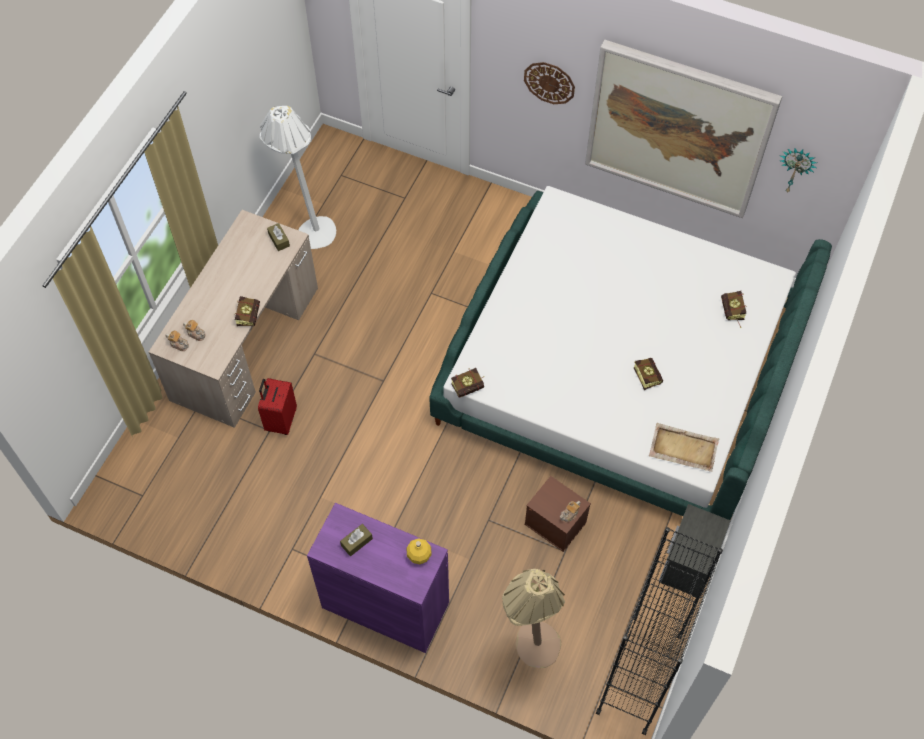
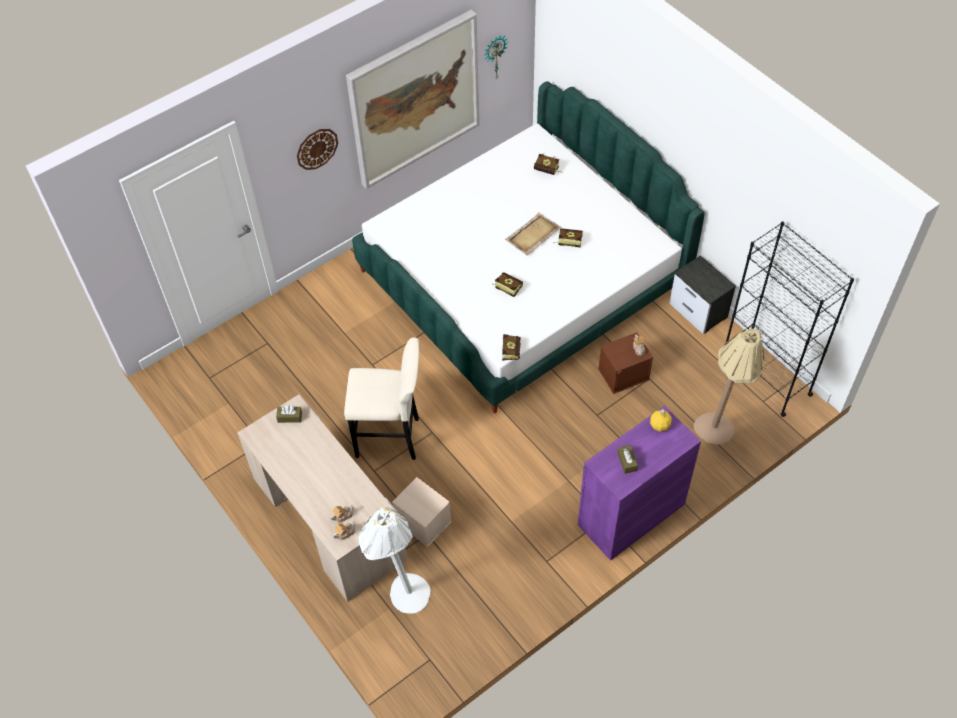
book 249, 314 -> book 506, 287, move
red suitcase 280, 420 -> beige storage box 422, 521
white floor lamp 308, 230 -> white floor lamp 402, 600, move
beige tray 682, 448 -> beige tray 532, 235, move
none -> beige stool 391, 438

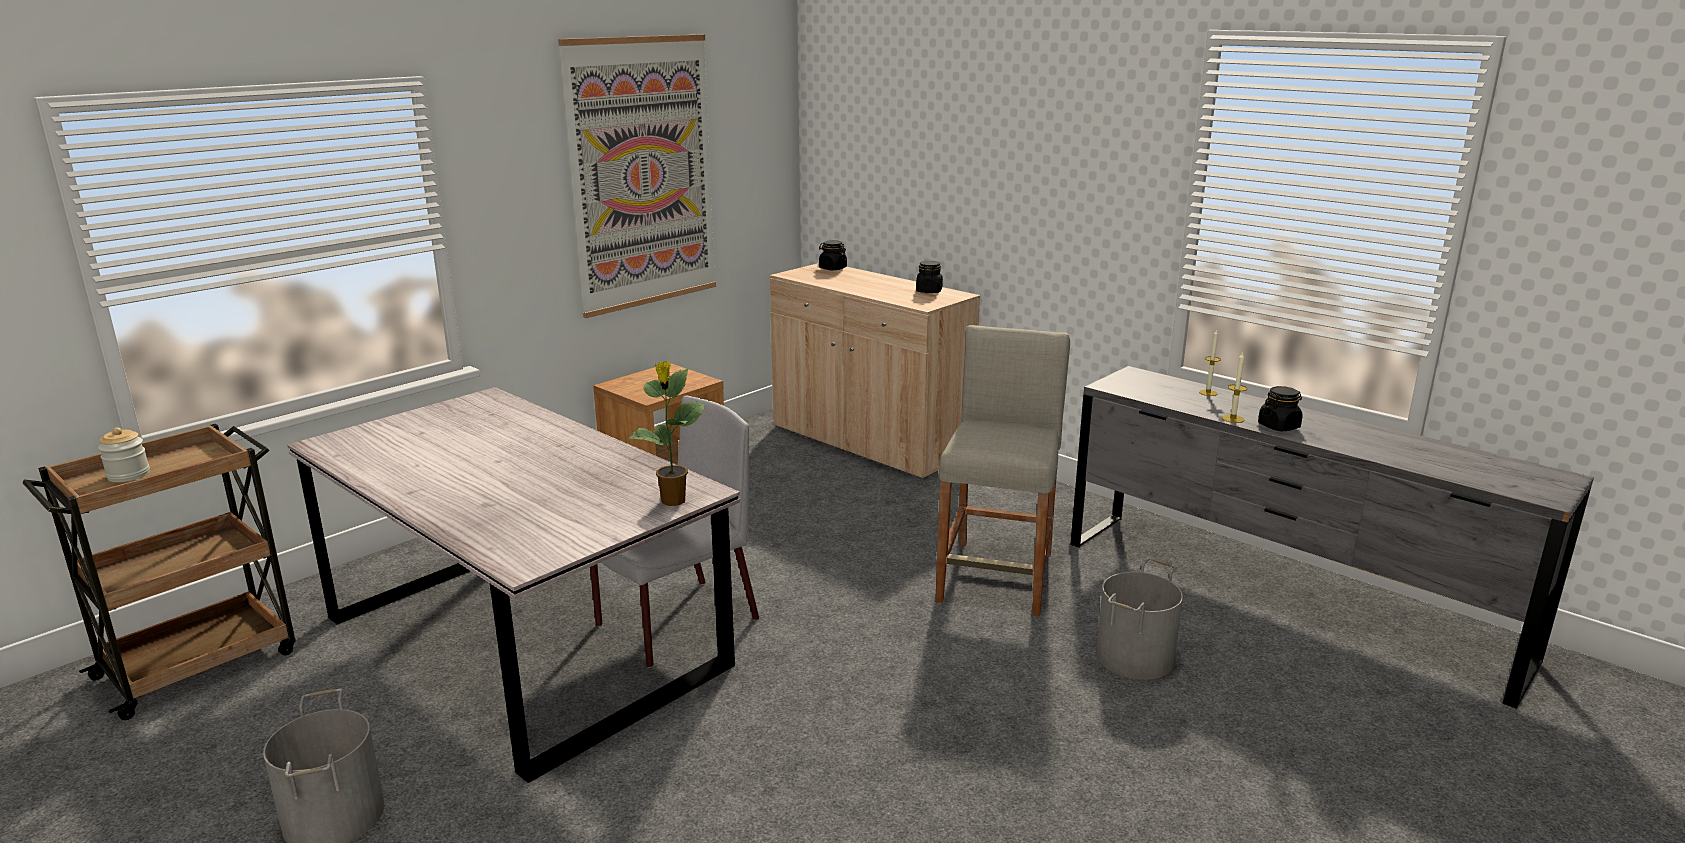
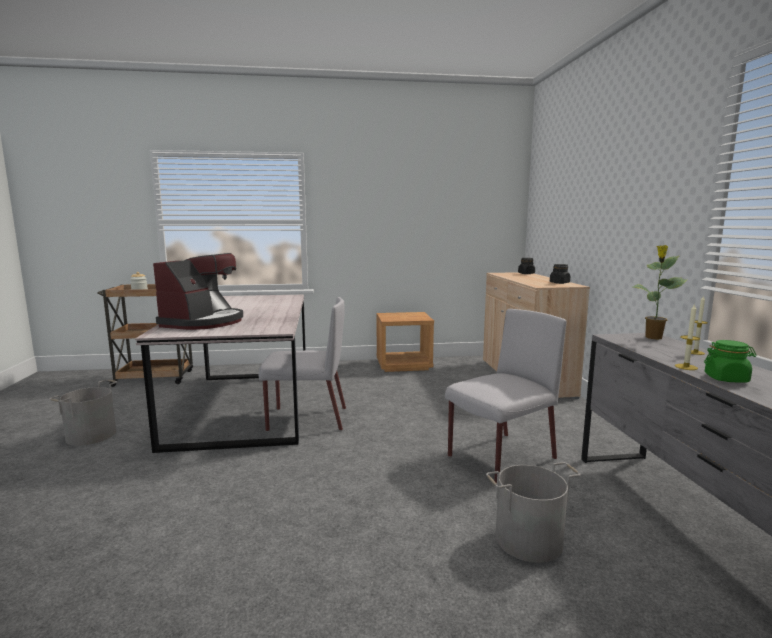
picture 643, 174 -> none
potted plant 673, 501 -> potted plant 653, 337, move
beige stool 997, 577 -> grey chair 500, 458
black jar 1279, 426 -> green jar 726, 379
none -> coffee machine 204, 322

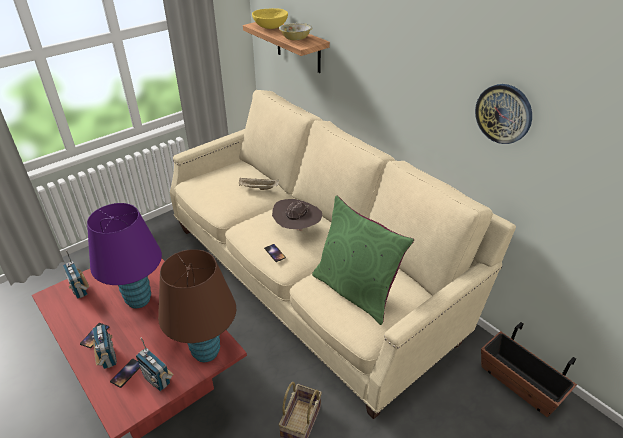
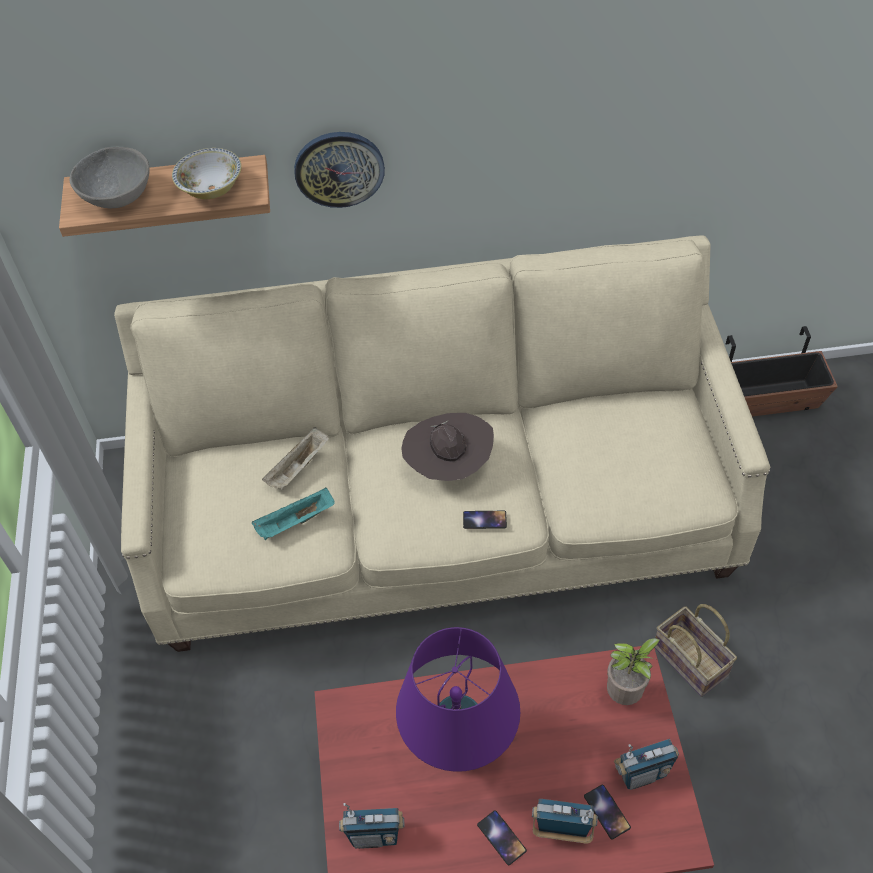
brown table lamp 206, 352 -> potted plant 626, 693
yellow bowl 270, 27 -> grey bowl 116, 195
green pillow 355, 291 -> none
wall clock 503, 113 -> wall clock 339, 168, move
none -> turquoise tray 295, 522

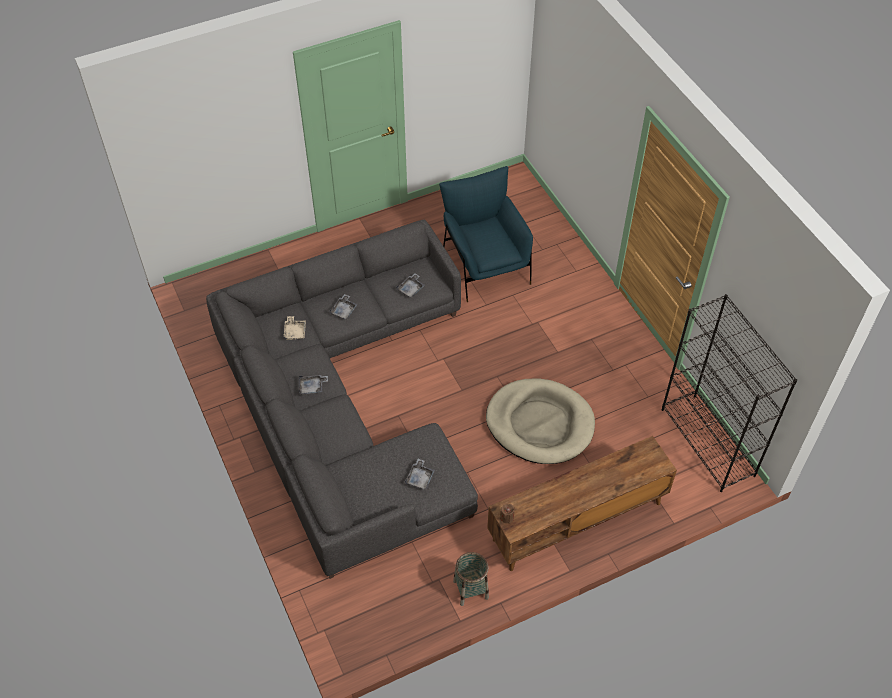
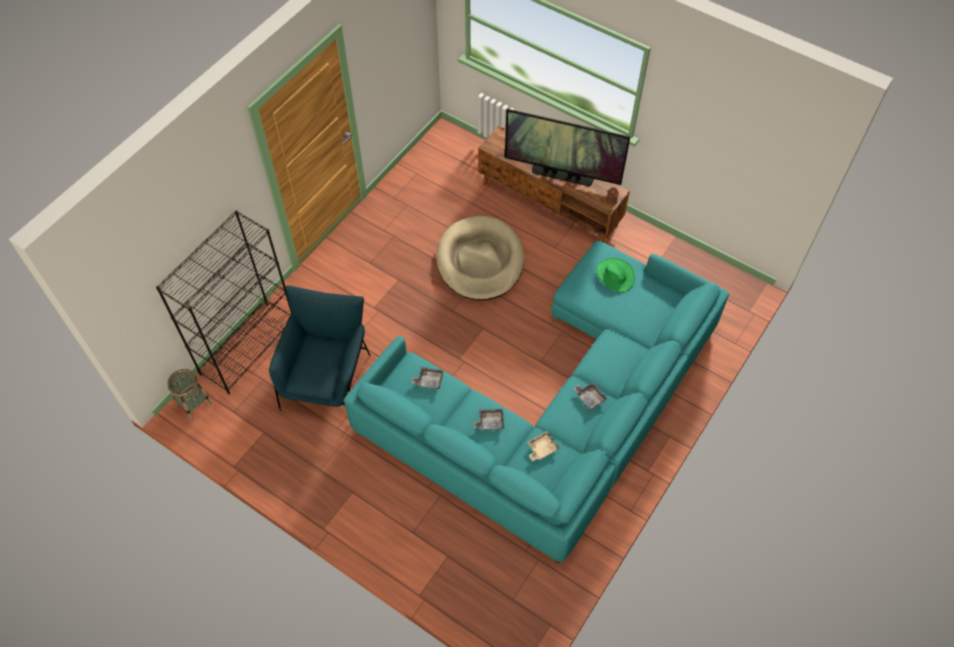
grey sofa 344, 402 -> turquoise sofa 556, 409
grey tray 420, 478 -> green hat 615, 275
blue armchair 485, 265 -> blue armchair 327, 379, 150 degrees clockwise
basket 471, 589 -> basket 193, 403, move
black bookcase 708, 442 -> black bookcase 248, 347, move
none -> television 562, 175

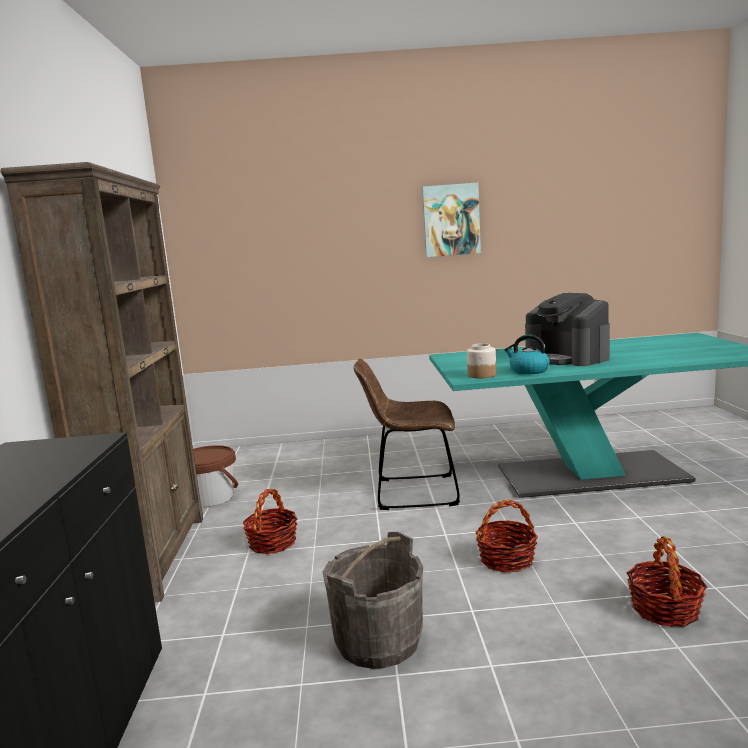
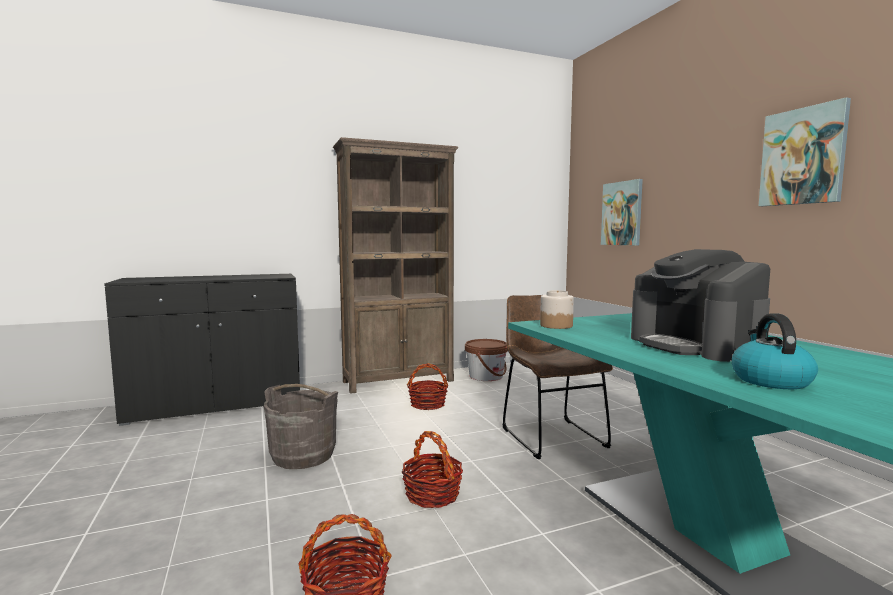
kettle 528, 371 -> kettle 770, 380, move
coffee machine 567, 358 -> coffee machine 695, 345, 60 degrees counterclockwise
none -> picture 622, 213

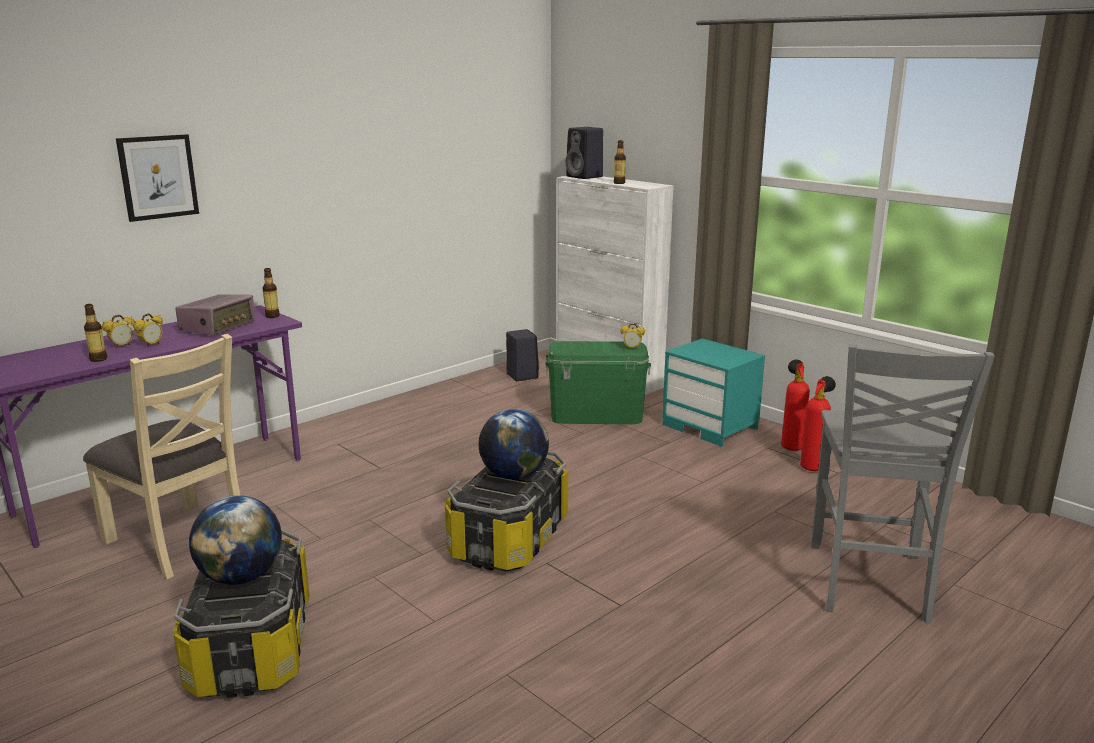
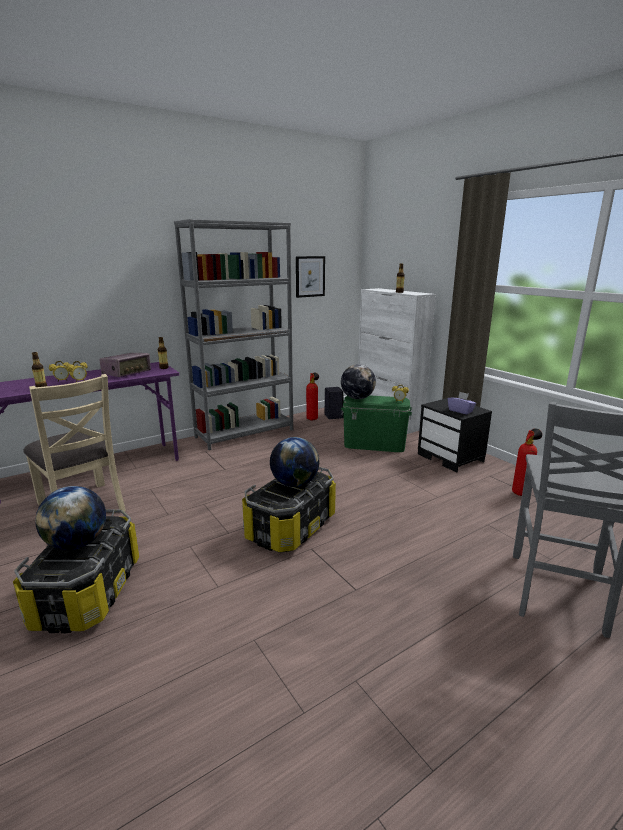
picture 158, 177 -> picture 310, 276, move
black speaker 585, 177 -> none
turquoise nightstand 711, 427 -> black nightstand 451, 458
fire extinguisher 791, 446 -> fire extinguisher 312, 418, move
none -> grey bookcase 245, 433
none -> globe 357, 398
none -> purple tissue box 460, 411

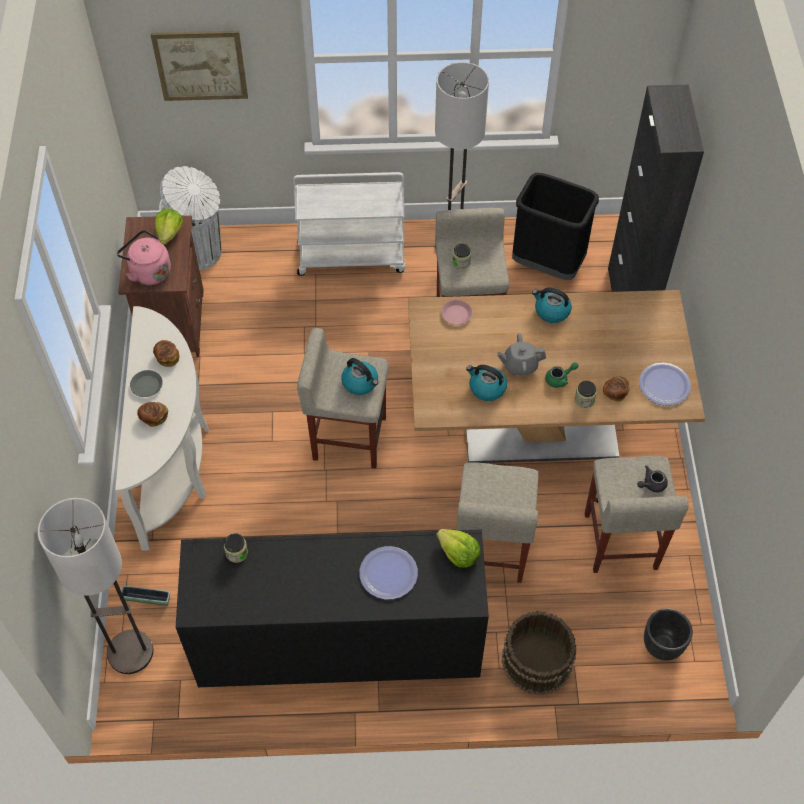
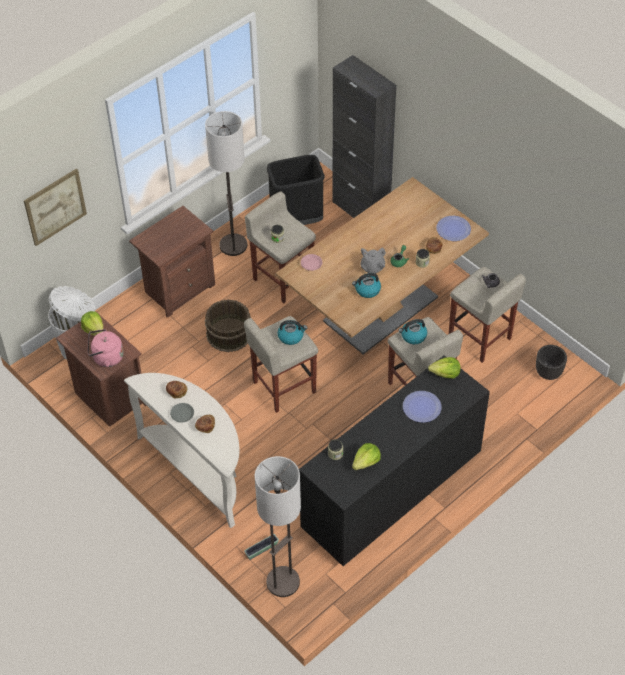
white cart 352, 256 -> brown nightstand 178, 289
brown bucket 537, 660 -> brown bucket 229, 333, move
kettle 551, 311 -> kettle 413, 336, move
none -> lettuce 366, 462

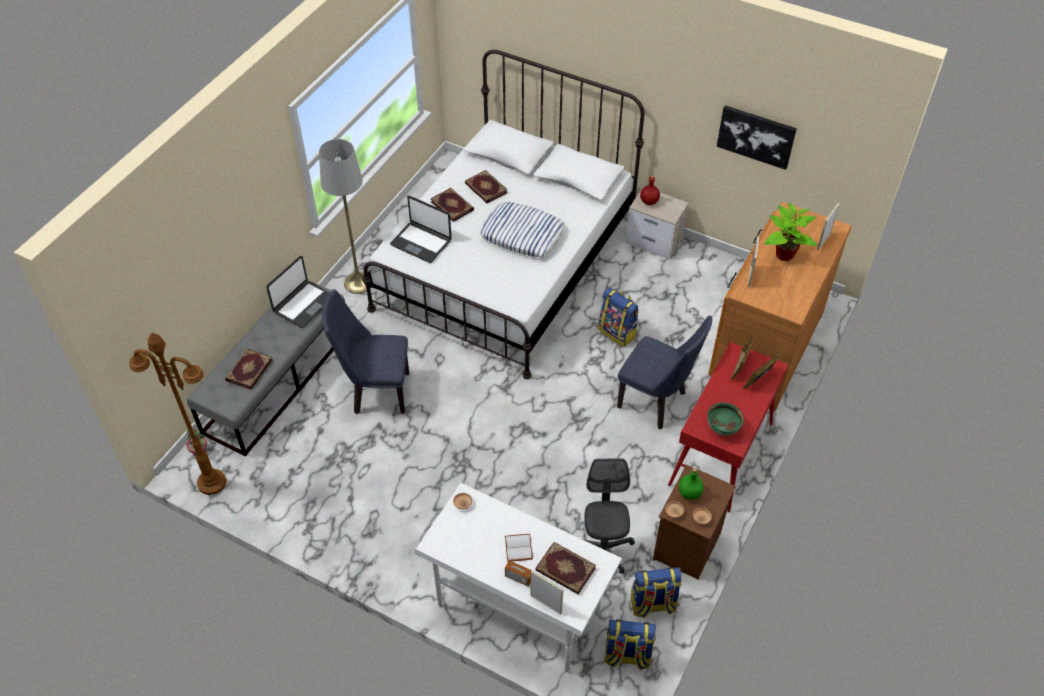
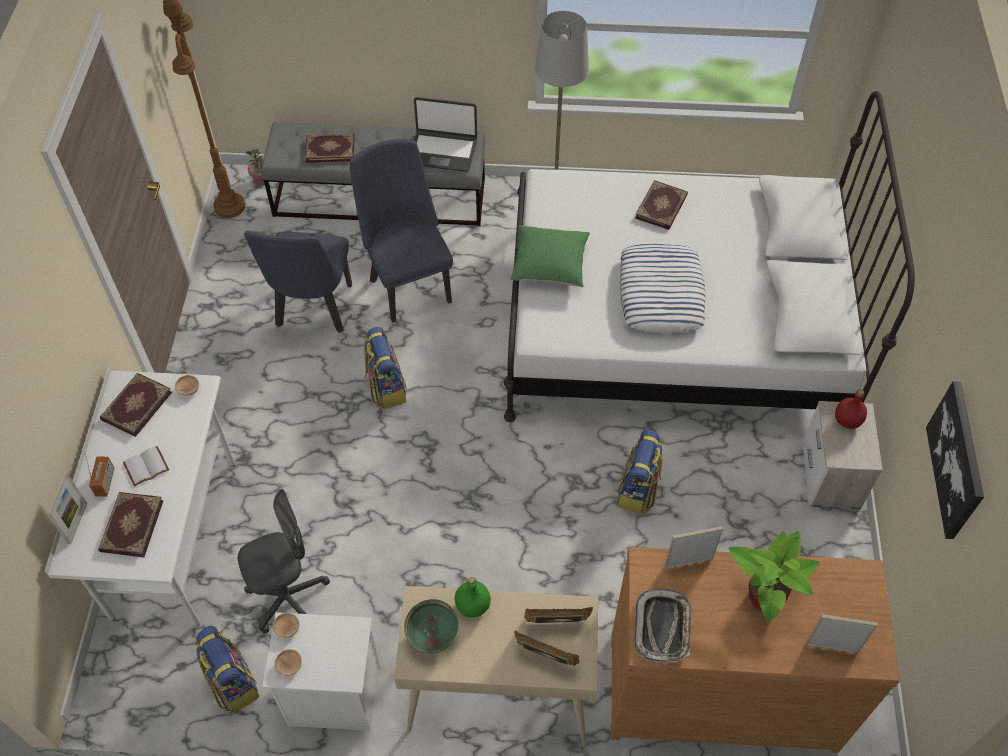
laptop 421, 242 -> none
book 485, 188 -> book 136, 405, move
backpack 627, 655 -> backpack 385, 387, move
blue chair 657, 402 -> blue chair 313, 311, move
brown nightstand 687, 547 -> white nightstand 332, 696
red console table 721, 455 -> beige console table 497, 690
green bottle 689, 493 -> green bottle 472, 605, move
none -> green pillow 549, 266
none -> tray 662, 628

